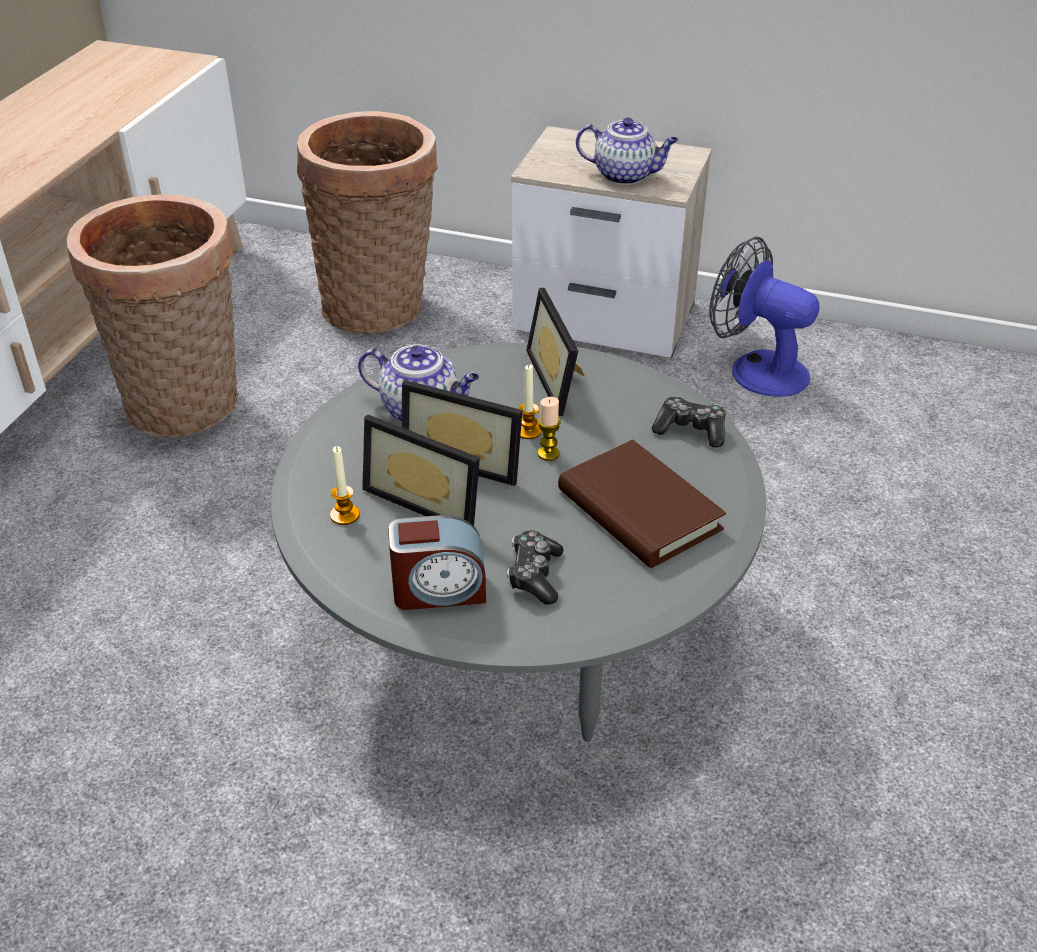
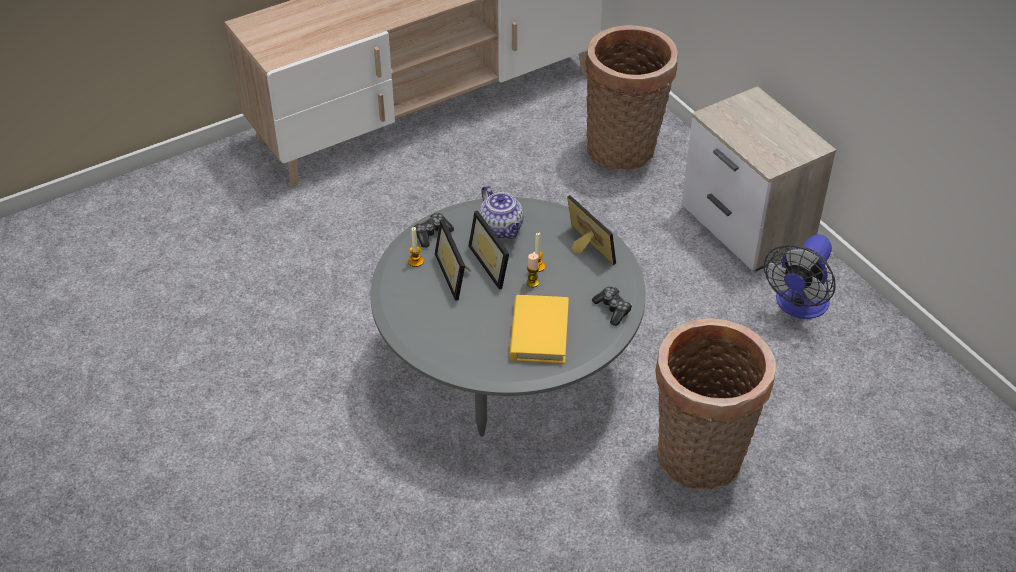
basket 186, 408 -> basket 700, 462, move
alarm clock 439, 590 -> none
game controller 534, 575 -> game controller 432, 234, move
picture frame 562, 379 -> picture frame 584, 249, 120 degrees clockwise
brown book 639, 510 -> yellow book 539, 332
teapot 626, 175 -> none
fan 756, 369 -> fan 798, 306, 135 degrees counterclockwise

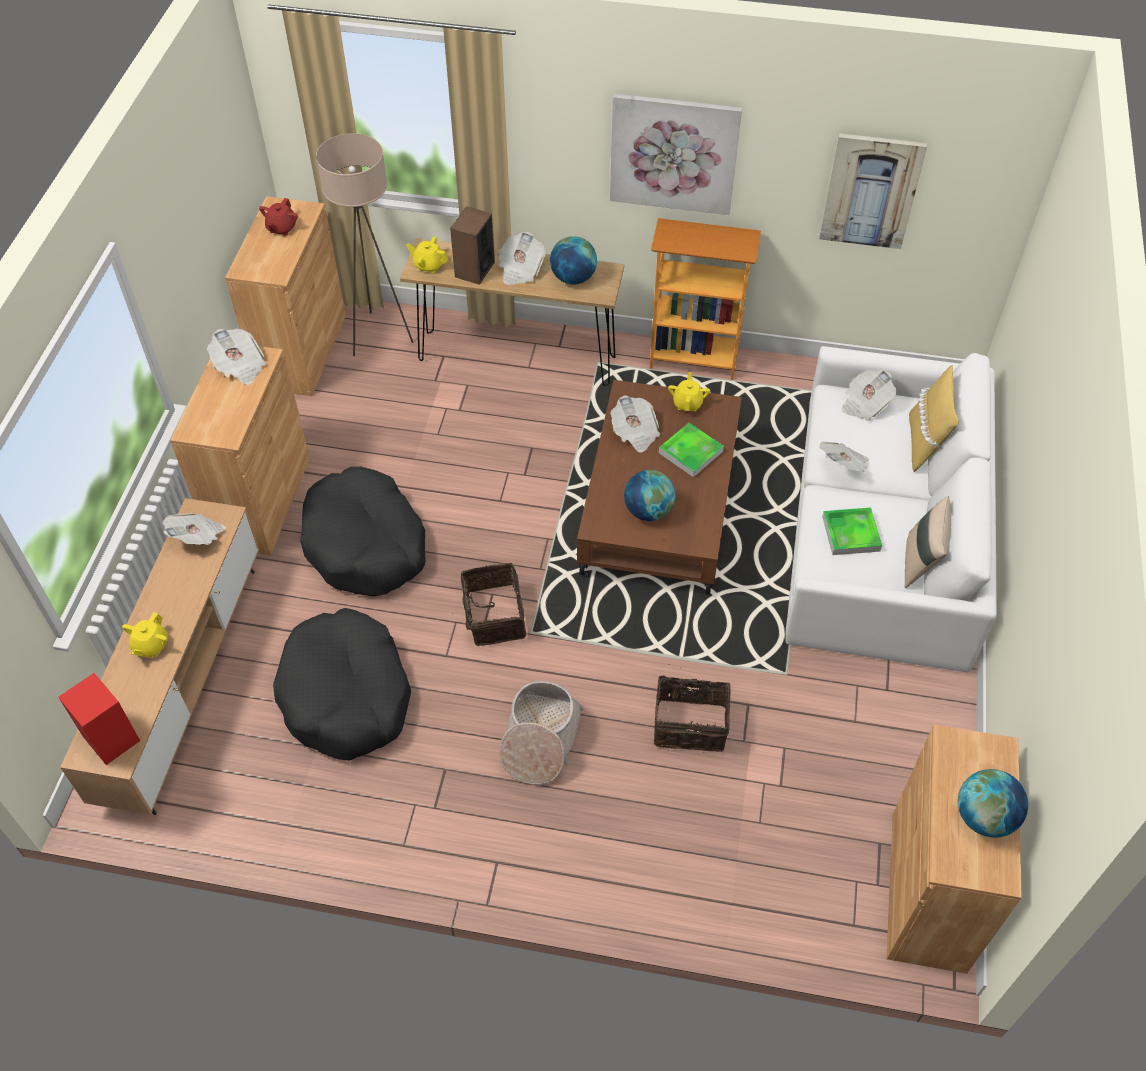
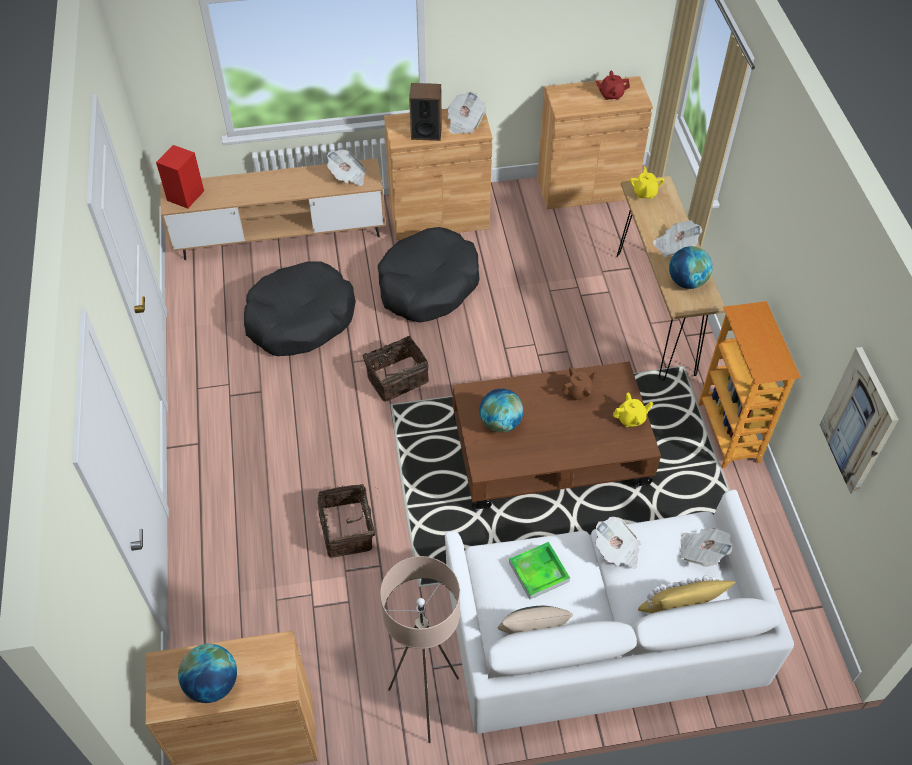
yellow teapot 150, 646 -> none
beige floor lamp 379, 336 -> beige floor lamp 426, 703, move
speaker 474, 269 -> speaker 426, 132, move
basket 539, 740 -> none
picture 673, 154 -> none
newspaper 635, 433 -> brown teapot 578, 391
tray 690, 452 -> none

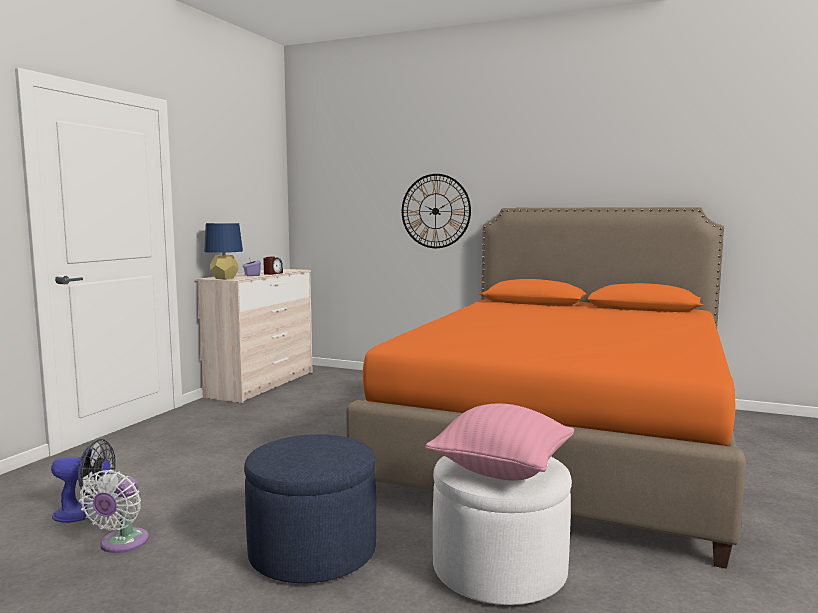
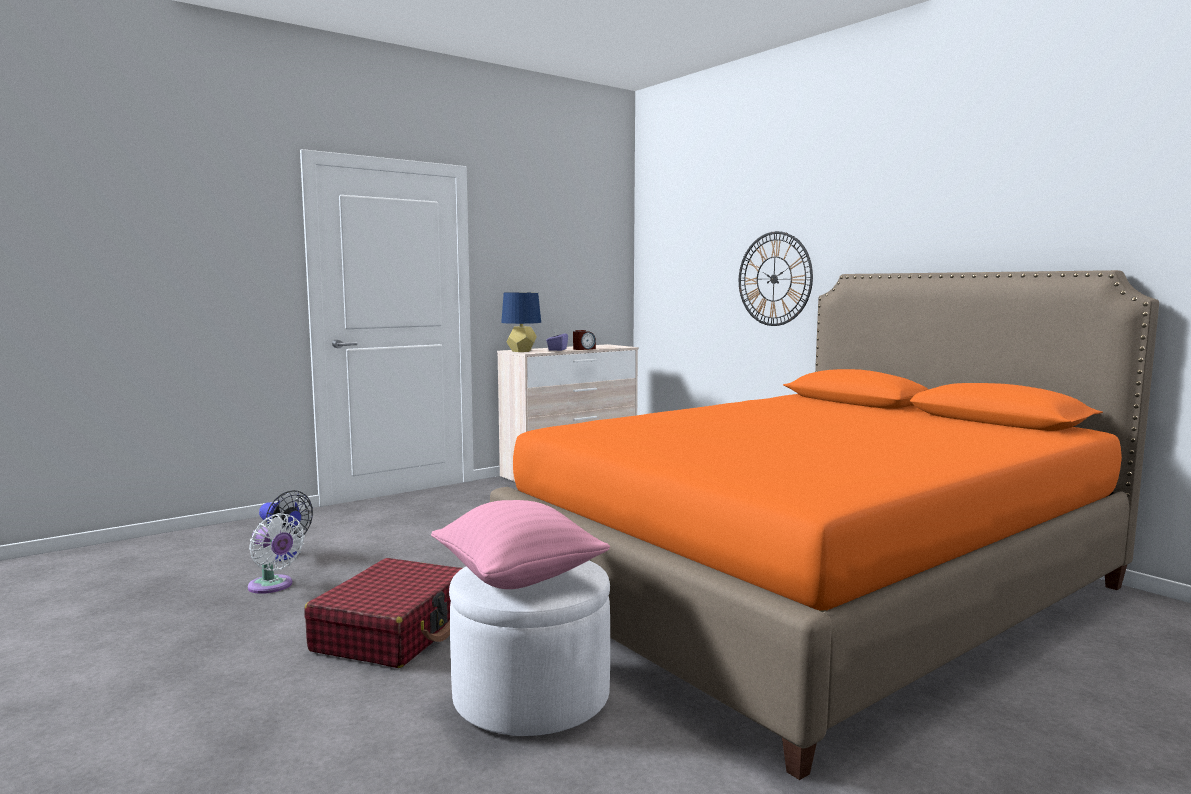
white fan 121, 544 -> white fan 273, 586, 90 degrees counterclockwise
blue ottoman 312, 552 -> red suitcase 395, 631

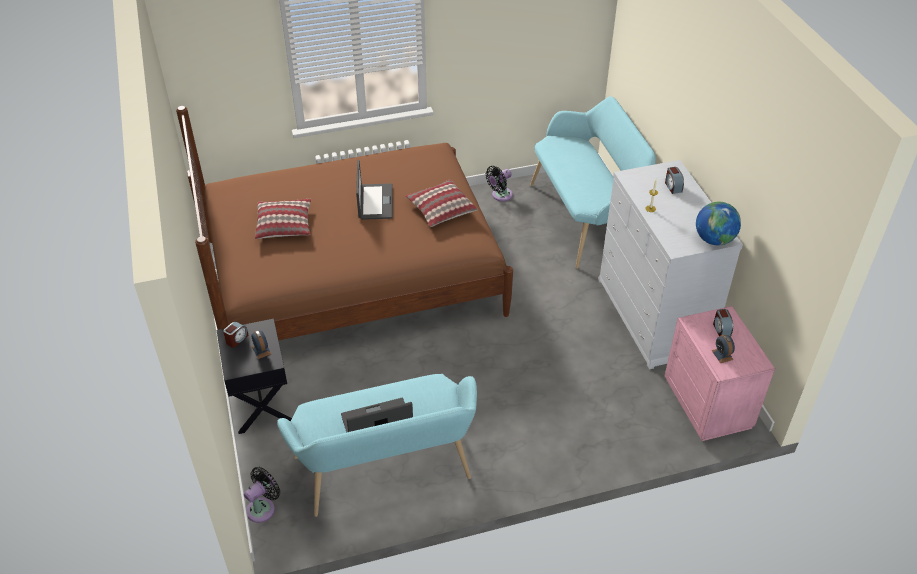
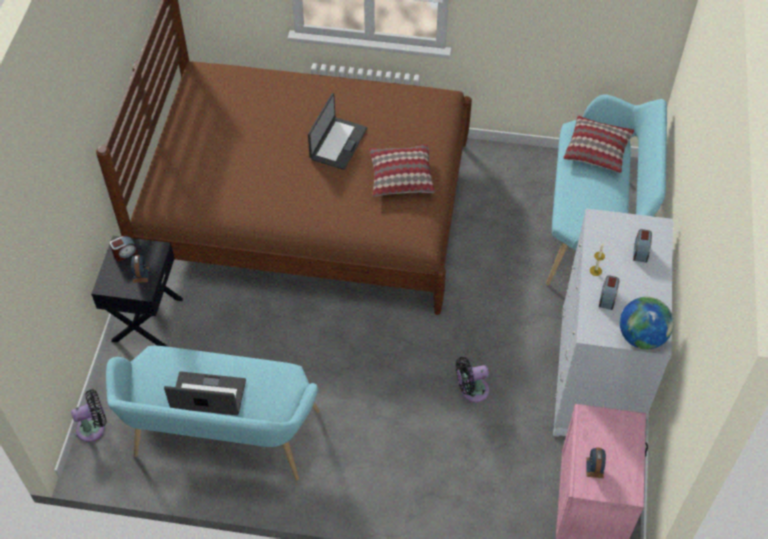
pillow 284, 225 -> pillow 597, 150, move
black fan 500, 195 -> black fan 471, 390, move
alarm clock 721, 329 -> alarm clock 607, 298, move

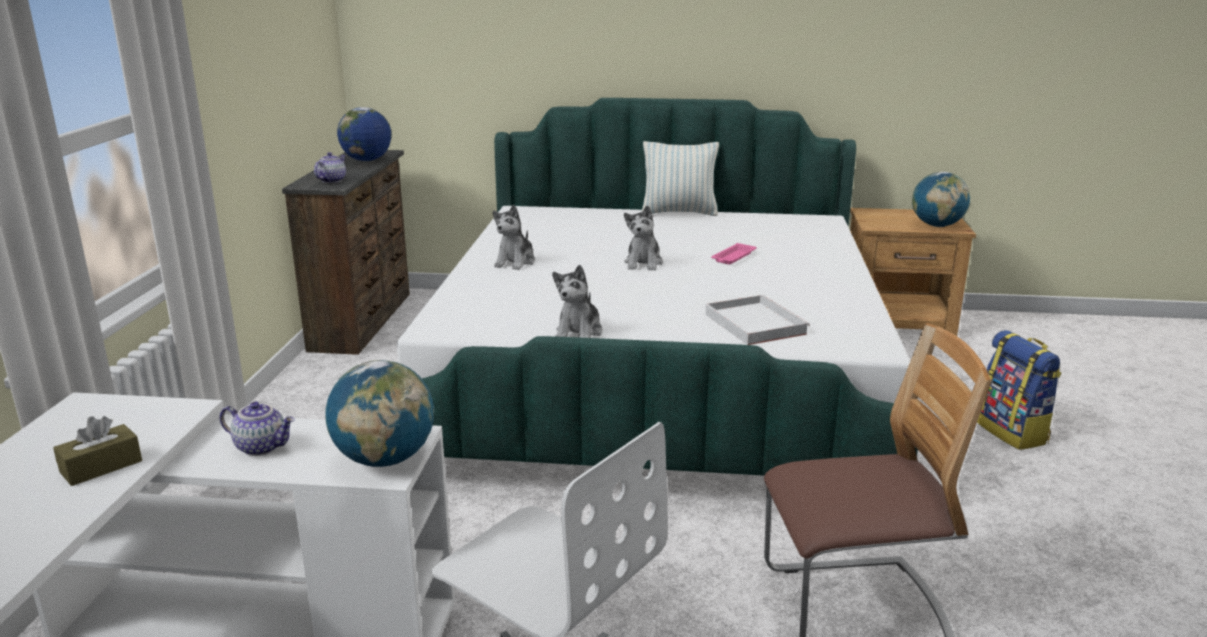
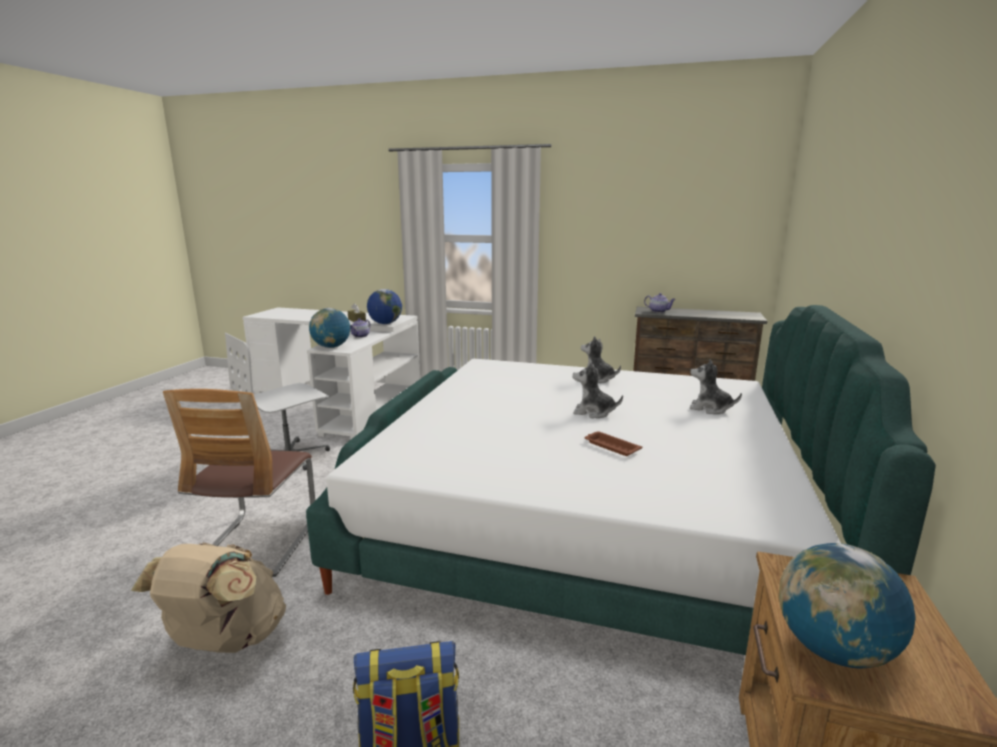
globe 367, 160 -> globe 385, 323, move
plush toy 579, 332 -> plush toy 710, 409, move
pillow 679, 212 -> none
white tray 753, 323 -> none
pink tray 733, 257 -> brown tray 611, 446
none -> beige backpack 225, 641

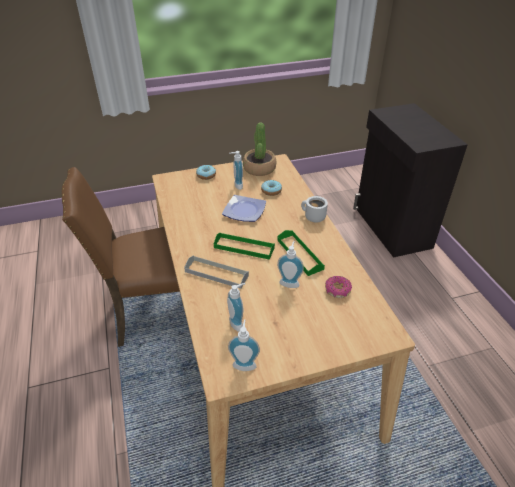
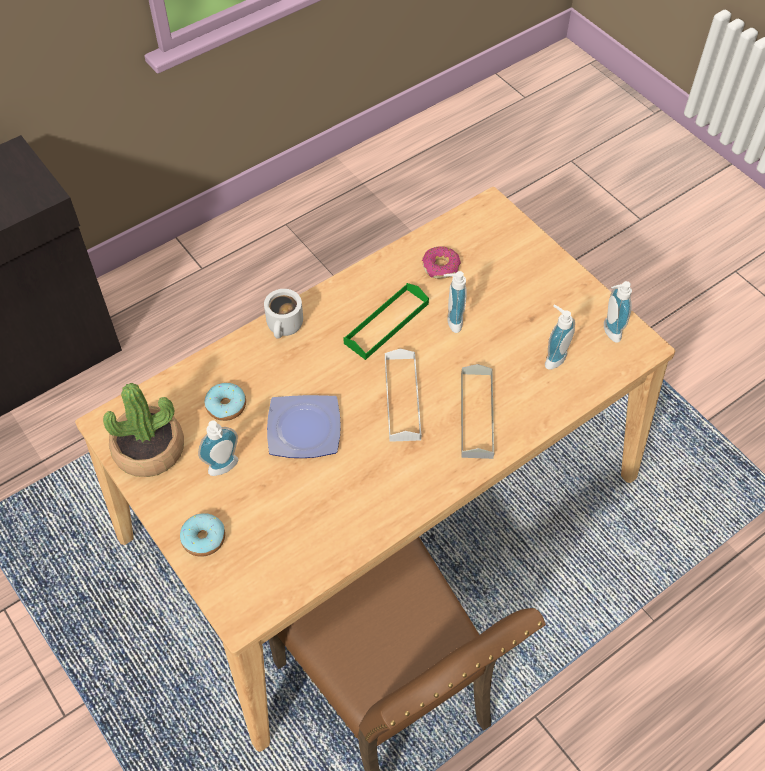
green tray 244, 247 -> white tray 402, 398

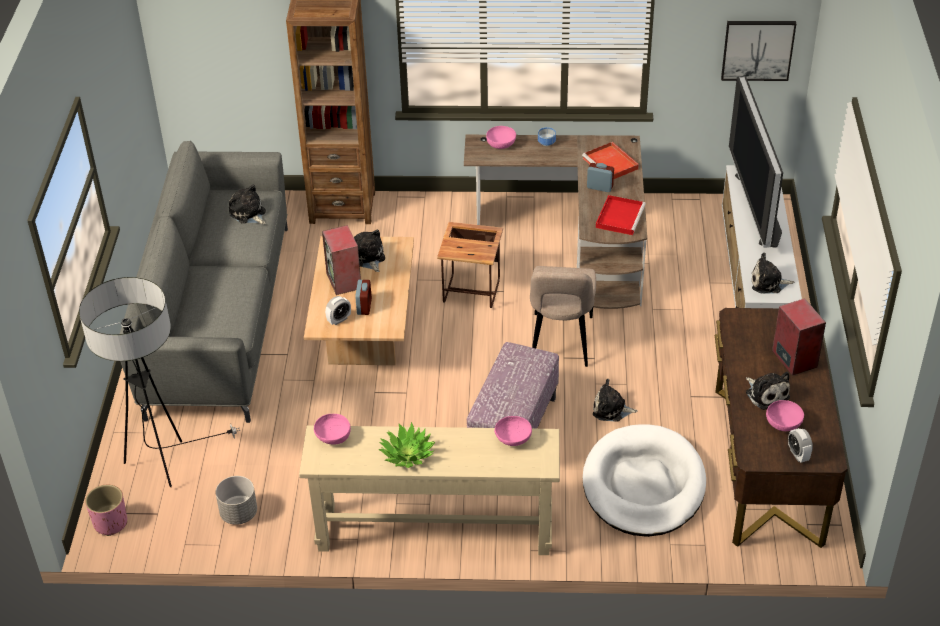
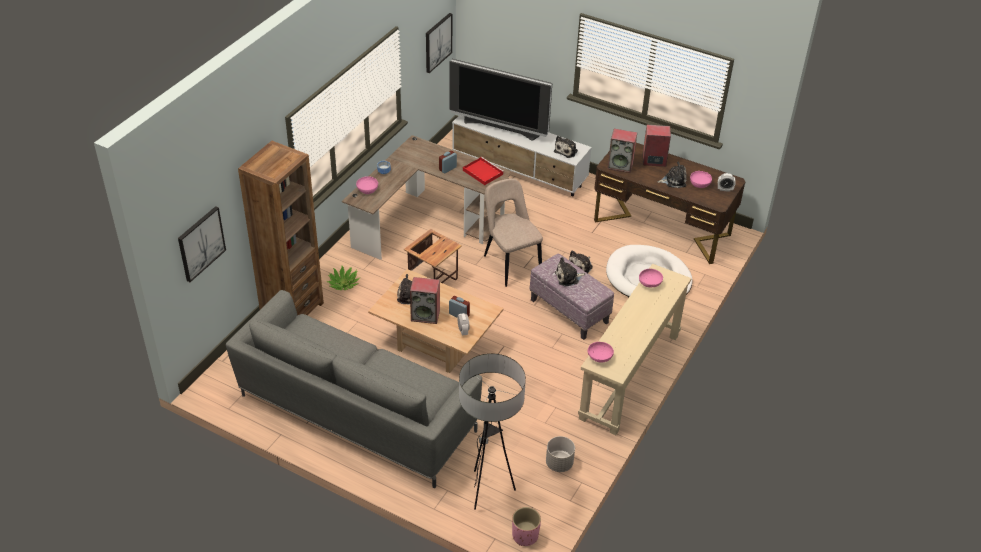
plush toy 248, 214 -> plush toy 568, 277, move
potted plant 407, 454 -> potted plant 343, 284, move
beige chair 560, 343 -> beige chair 510, 264, 150 degrees counterclockwise
red tray 611, 164 -> none
none -> picture 201, 243
none -> speaker 620, 165

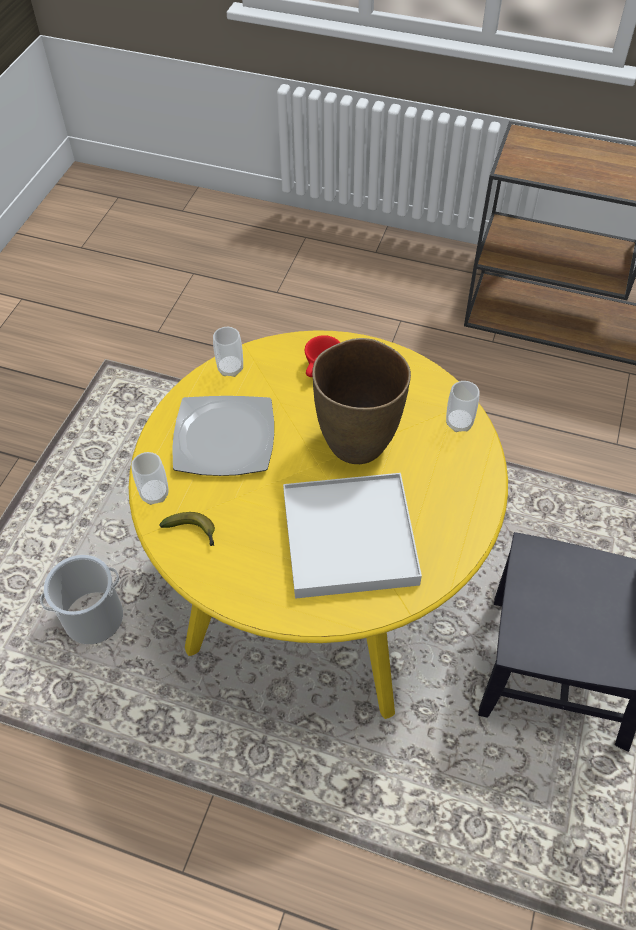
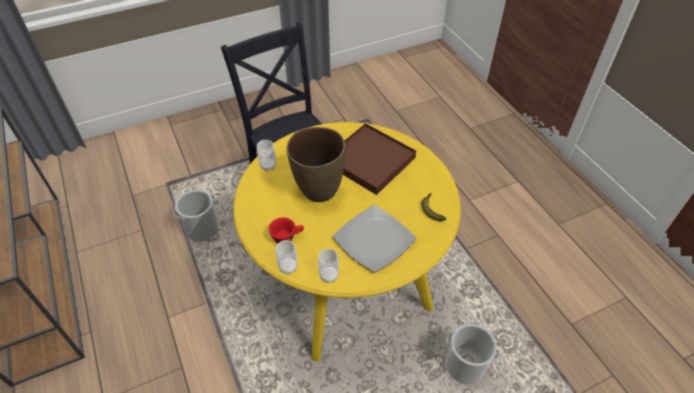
cup 154, 494 -> cup 288, 267, move
white tray 349, 538 -> brown tray 370, 161
none -> bucket 202, 228

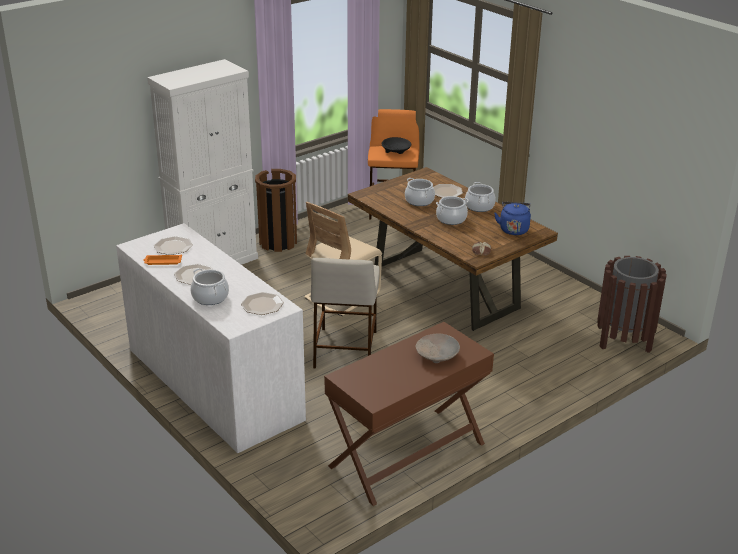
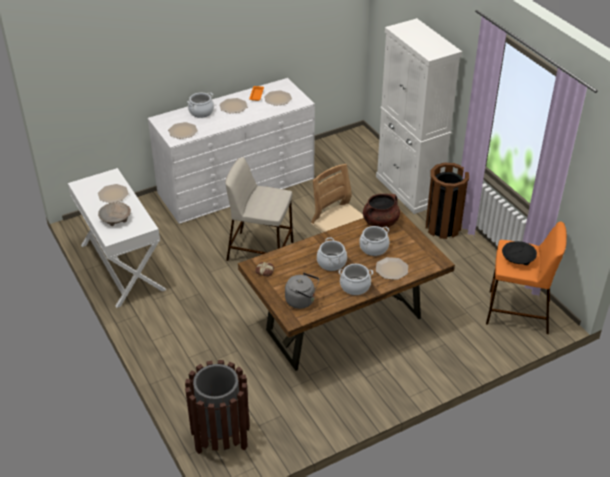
brown desk 407, 455 -> white desk 121, 267
blue kettle 513, 229 -> grey kettle 302, 301
none -> plate 113, 194
none -> brown cooking pot 380, 222

